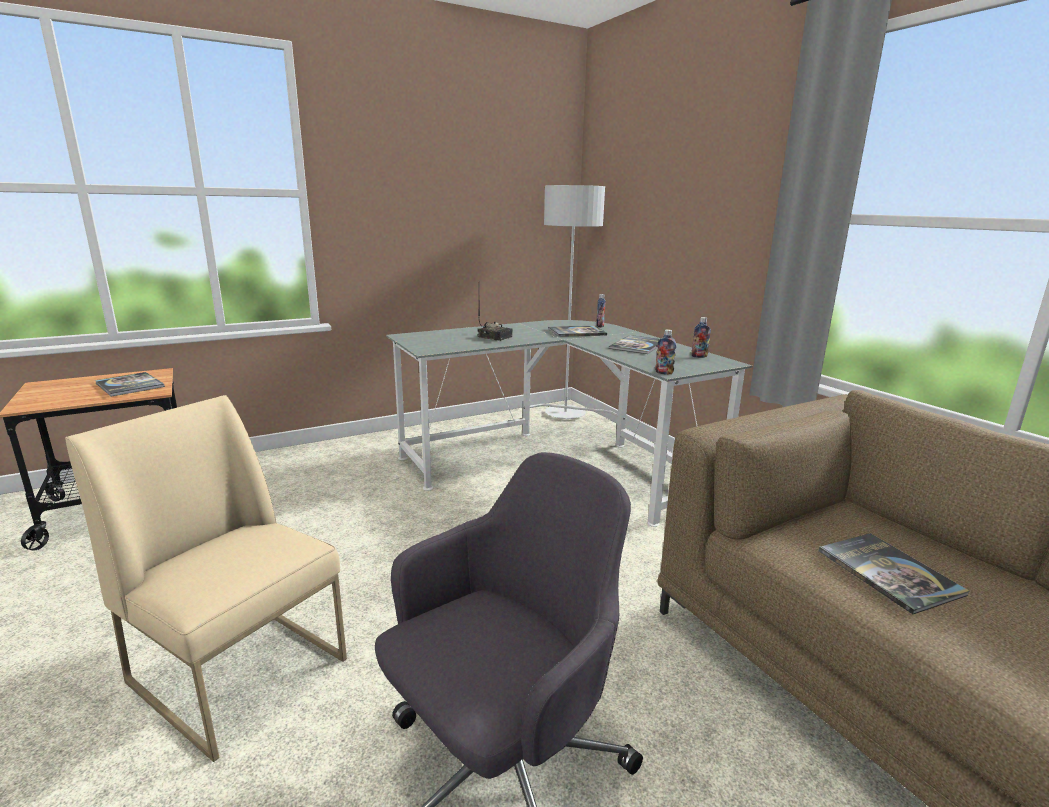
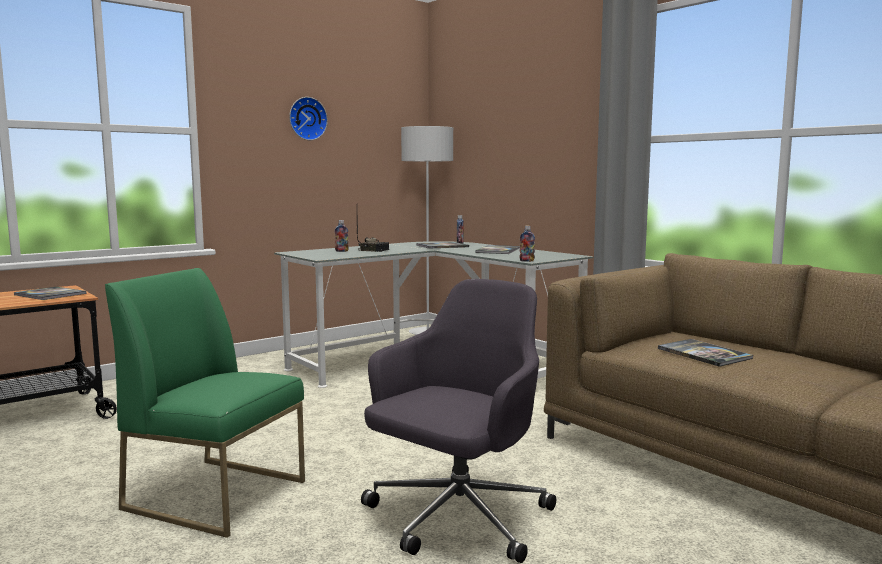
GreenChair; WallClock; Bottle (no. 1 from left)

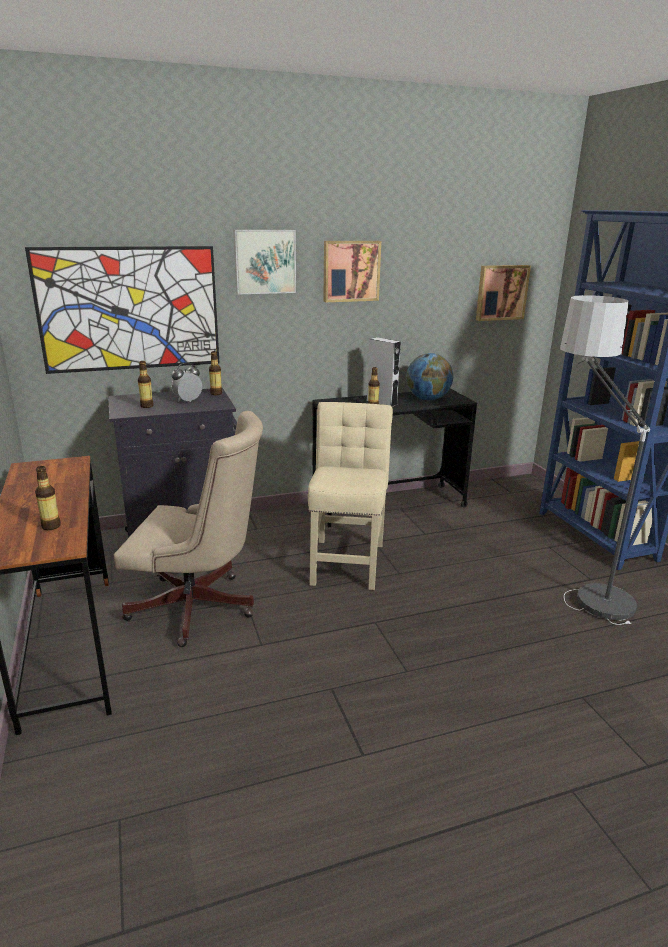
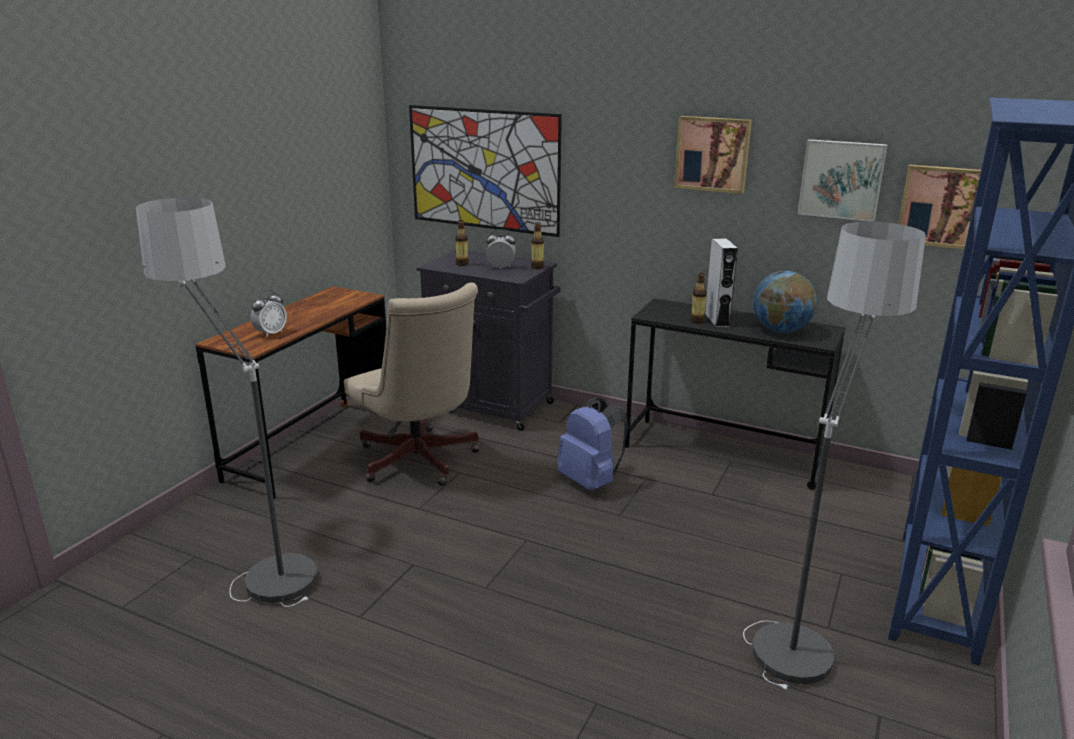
FloorLamp (no. 1 from left); AlarmClock (no. 1 from left); BlueBackpack; Picture (no. 3 from left)

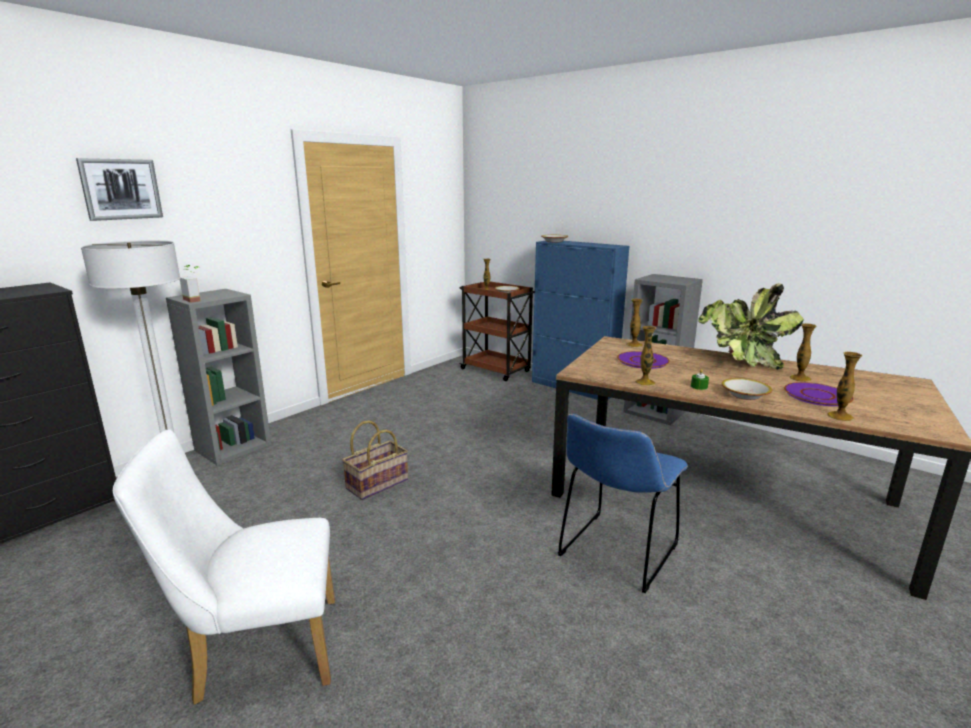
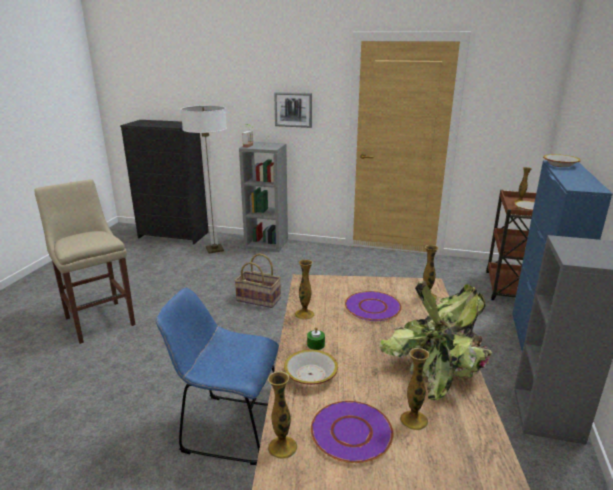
BeigeStool; Picture

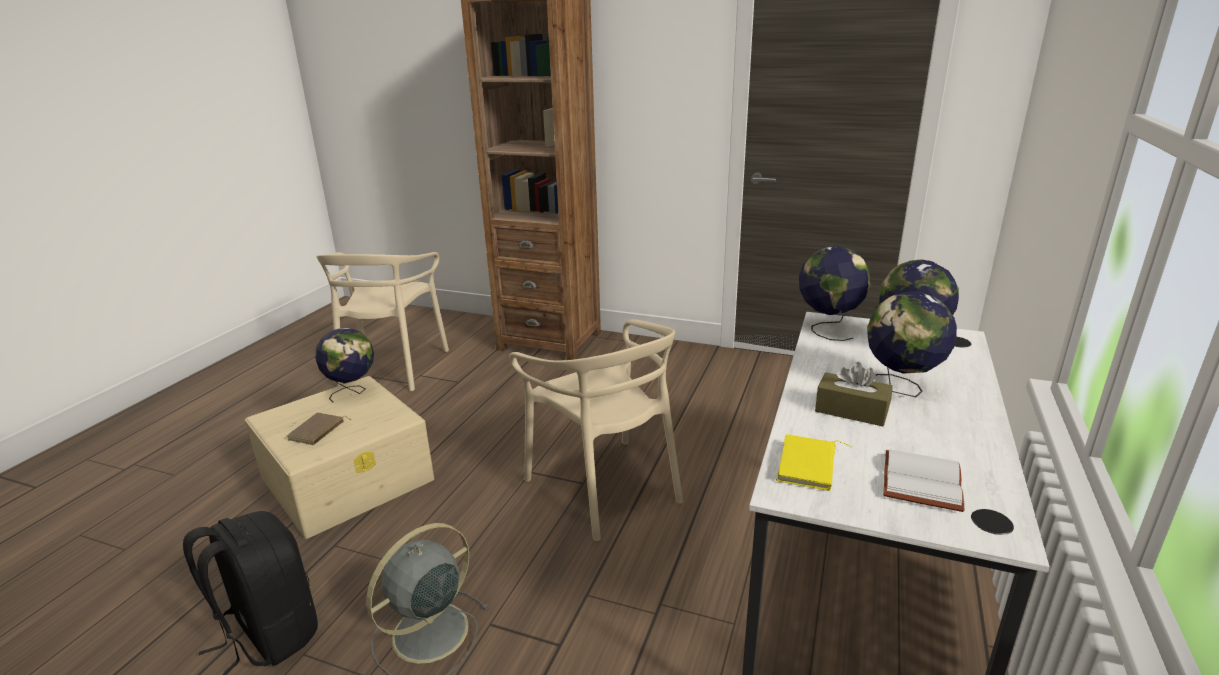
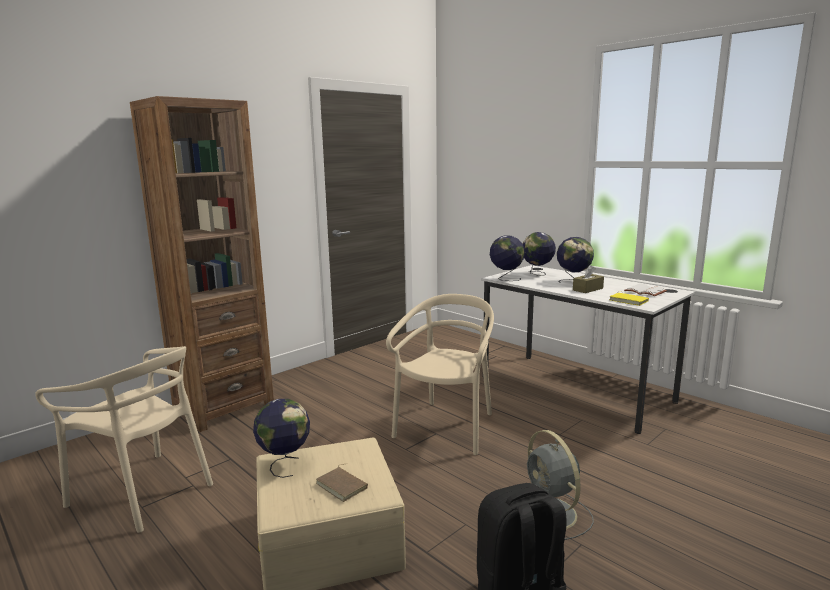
BeigeChair (no. 2 from left)

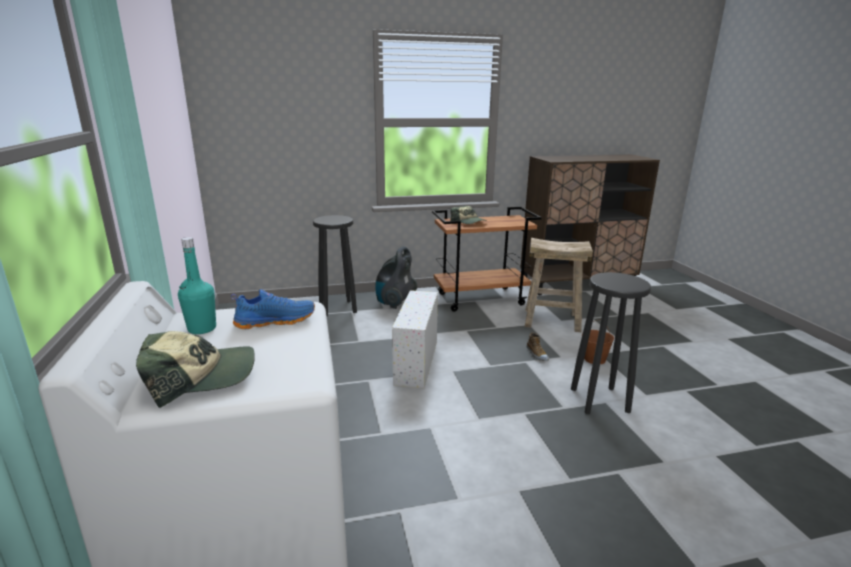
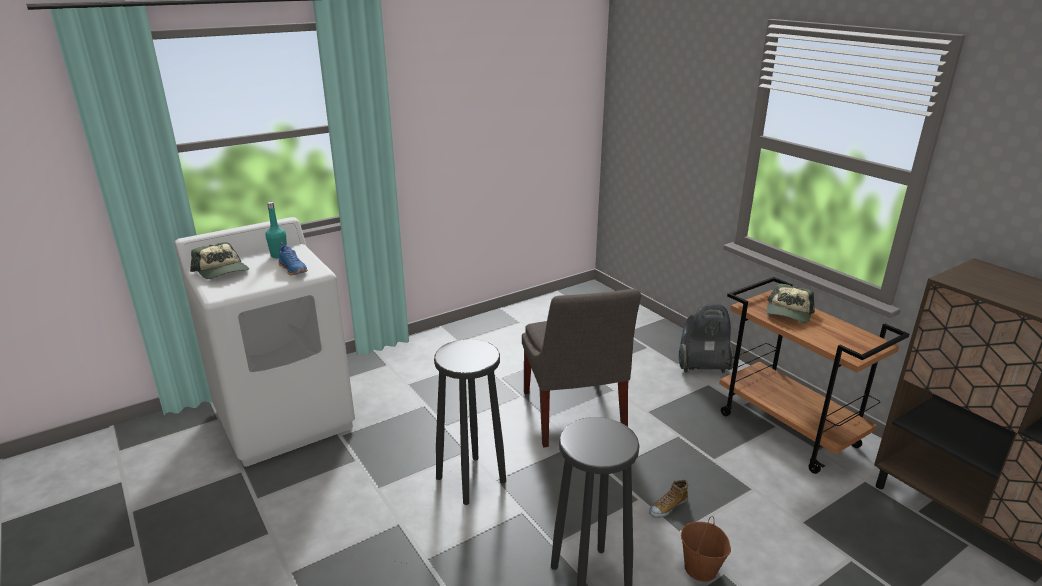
BlackStool (no. 1 from left); GreyChair; BeigeStool

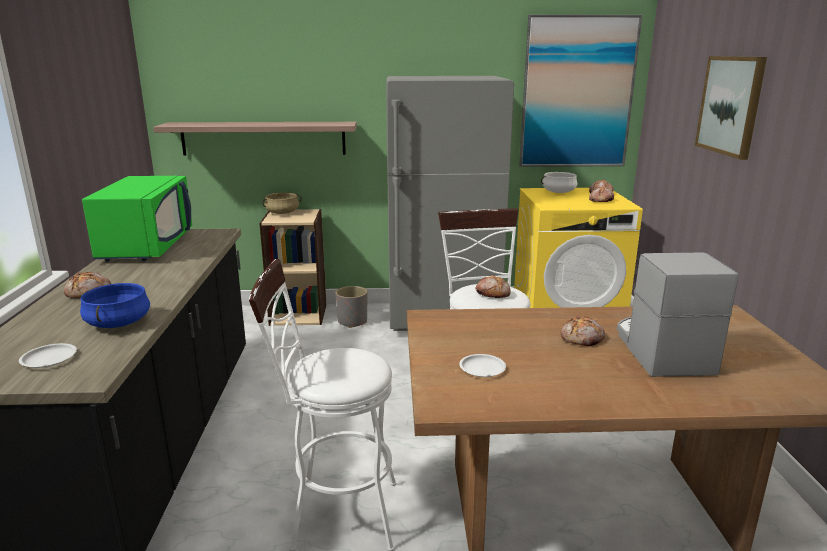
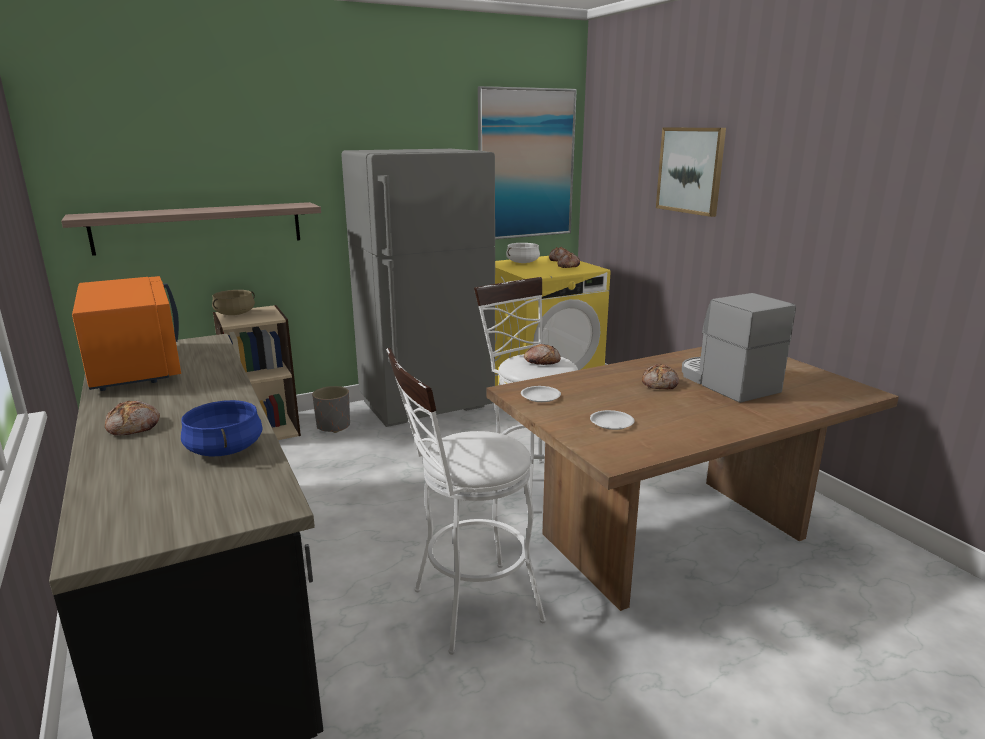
OrangeMicrowave; WhitePlate (no. 1 from left)

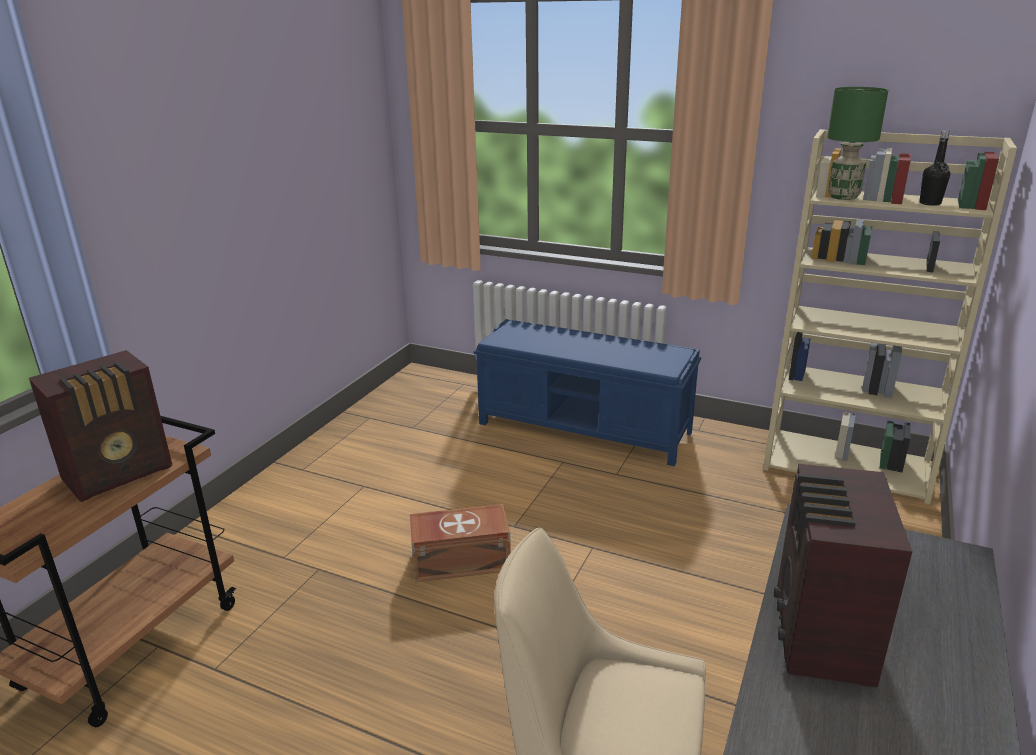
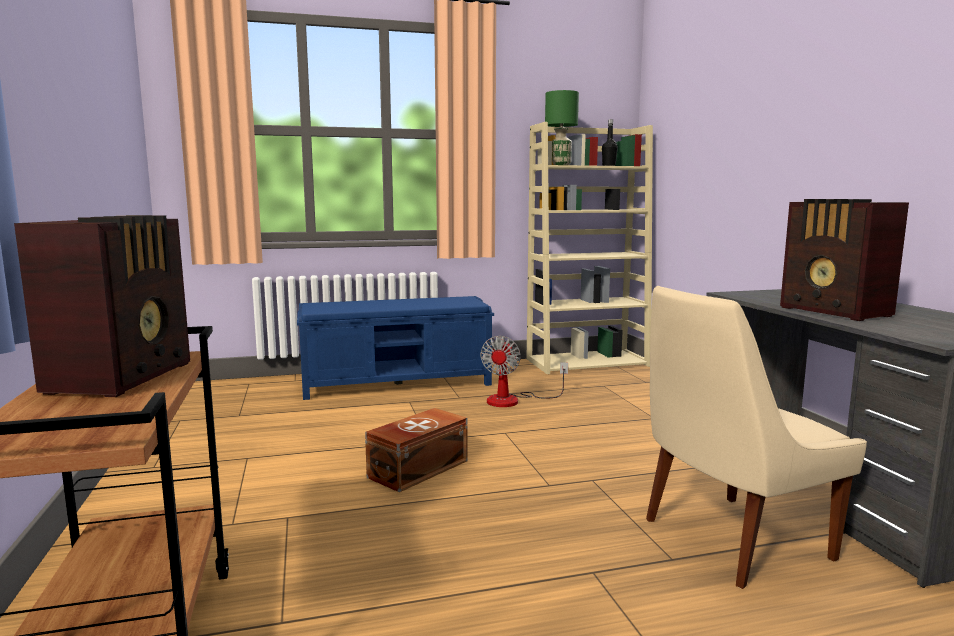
Fan

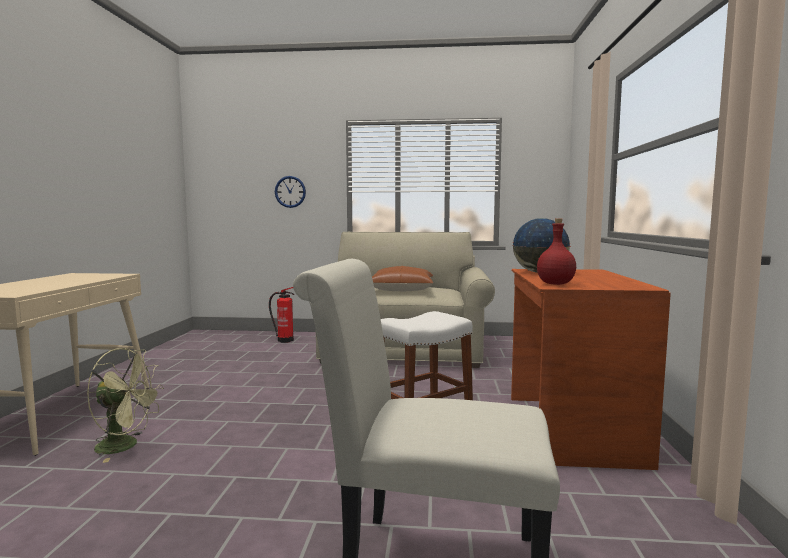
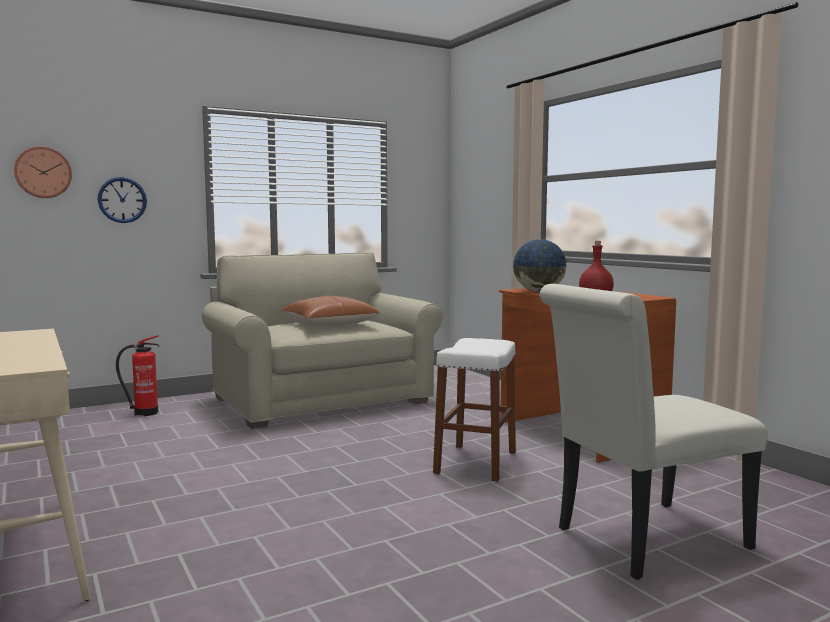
WallClock (no. 1 from left); GreenFan

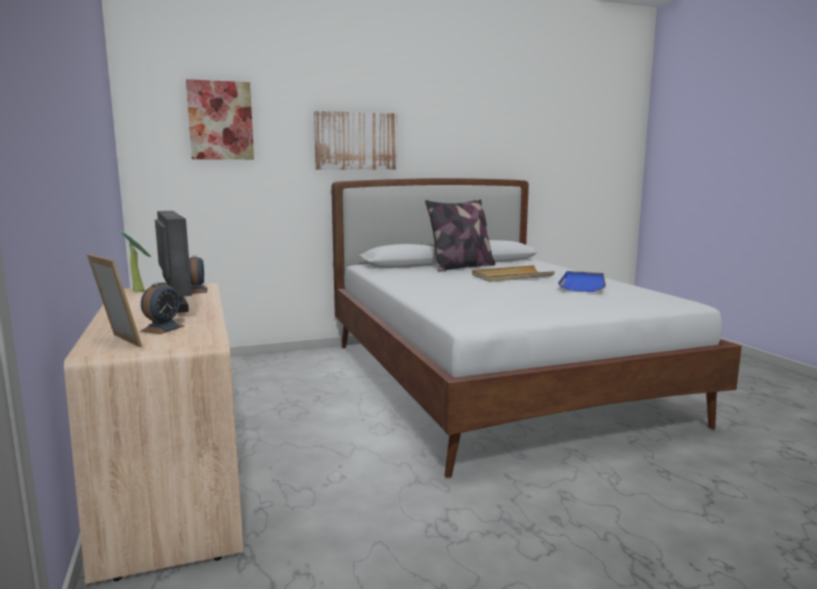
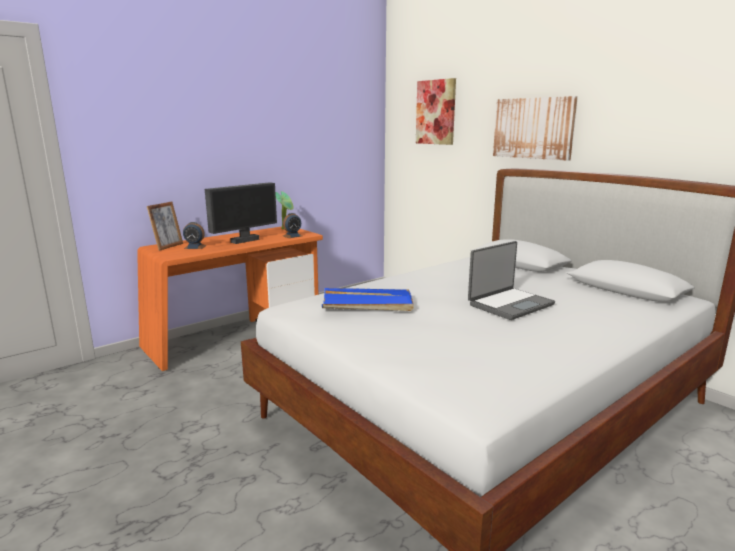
OrangeDesk; BlueTray; Laptop; Pillow

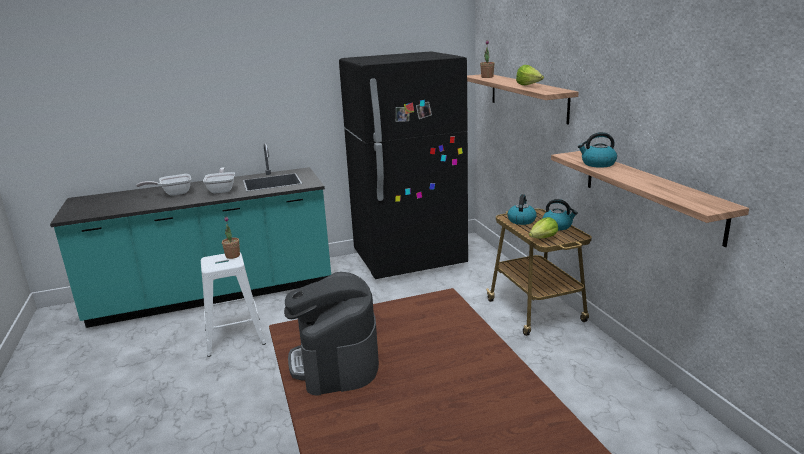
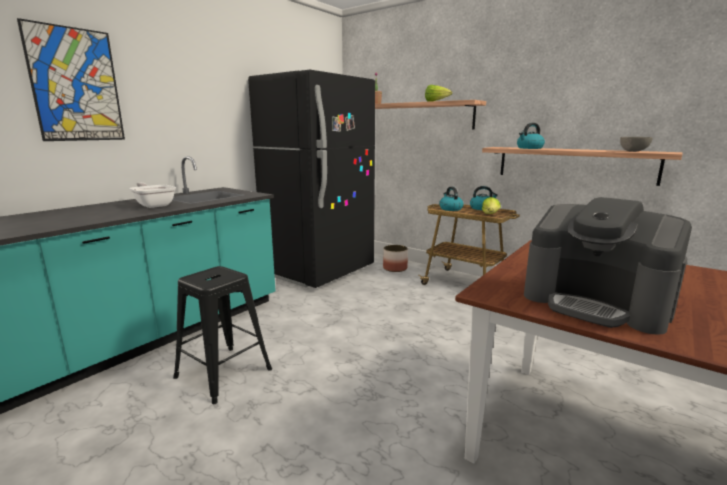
Picture; BlackStool; Planter; GreyBowl; FryingPan (no. 1 from left in the first image); PottedPlant (no. 1 from left in the first image)

